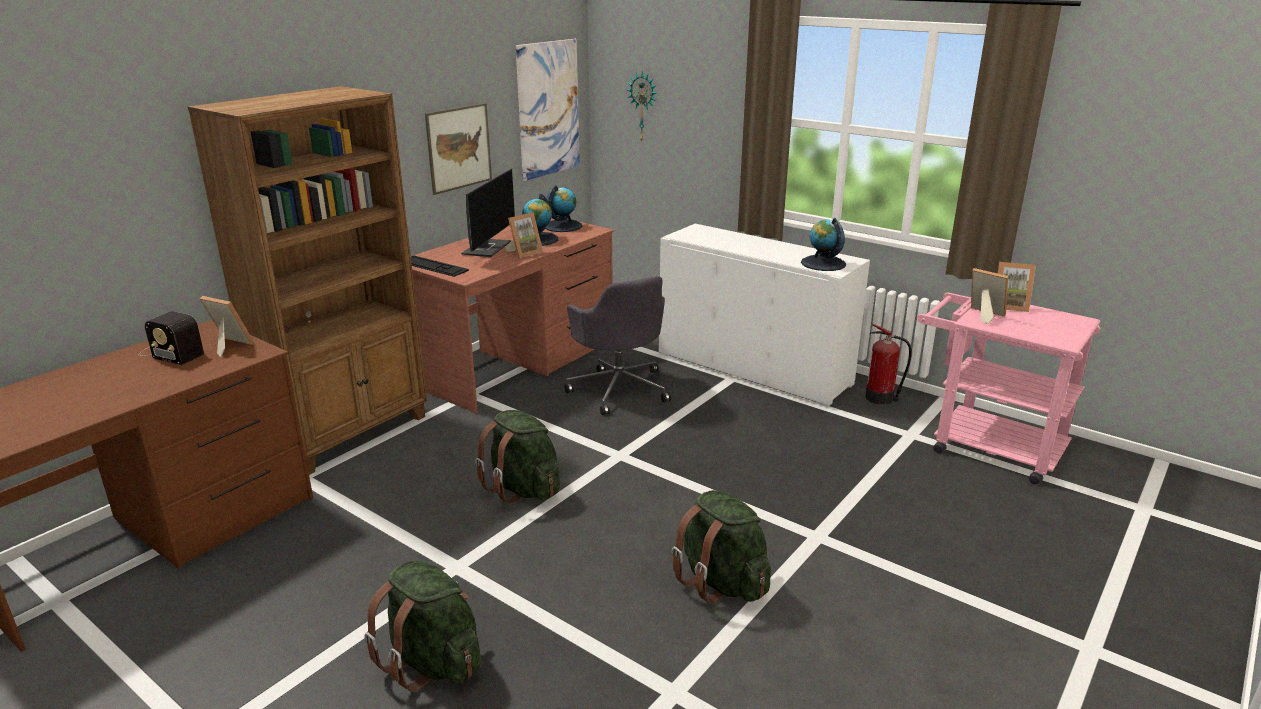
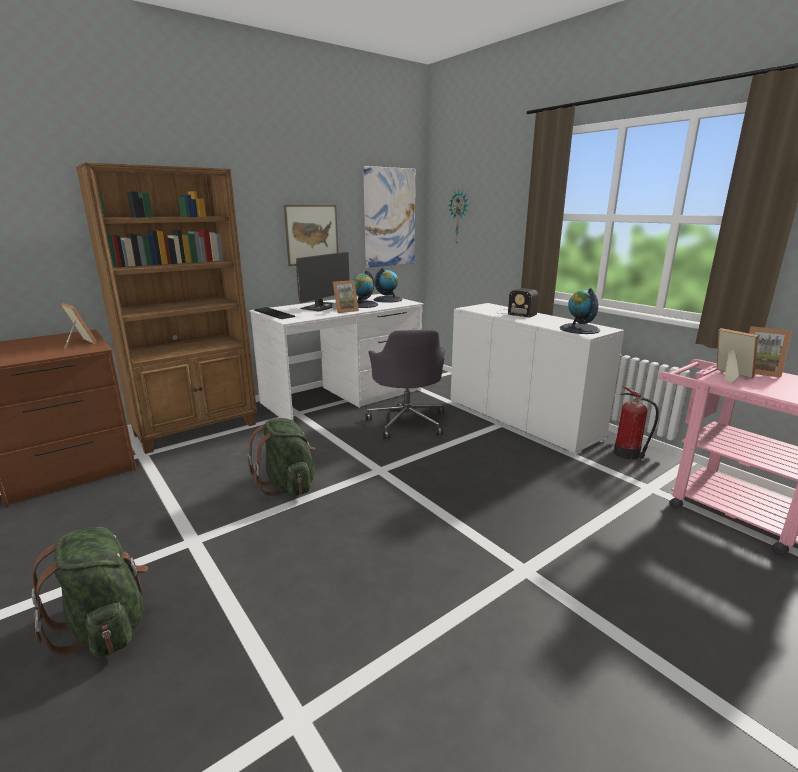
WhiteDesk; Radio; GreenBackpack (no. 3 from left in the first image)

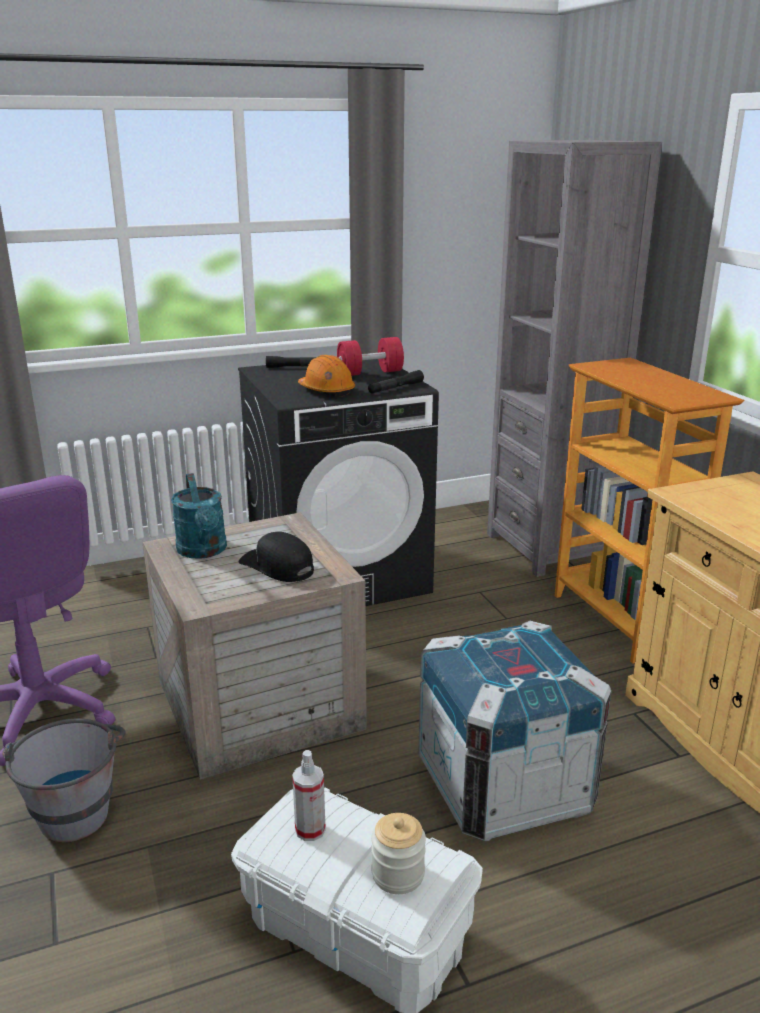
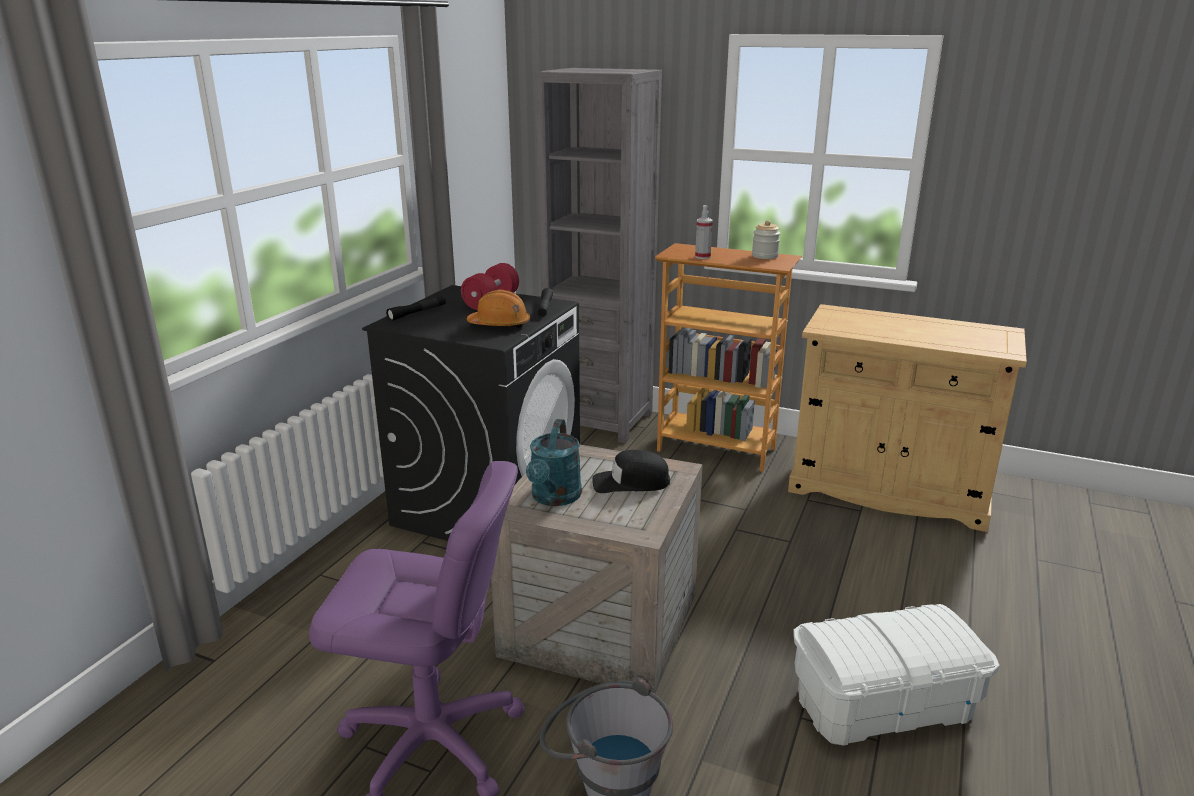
TurquoiseWateringCan; SprayBottle; Jar; Crate (no. 2 from left in the first image)

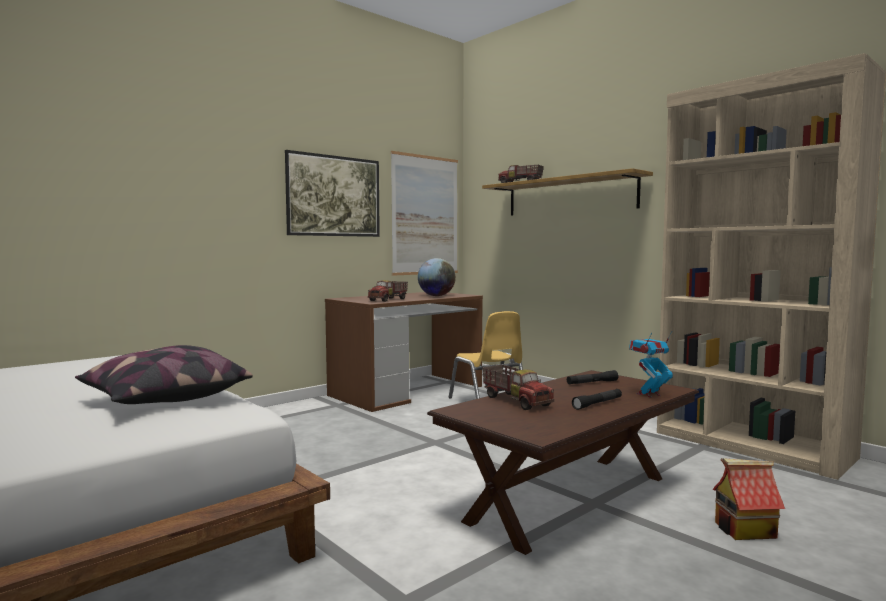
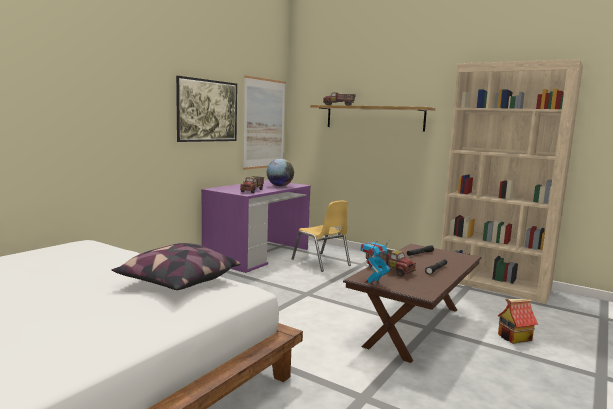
PurpleDesk; ToyRobot

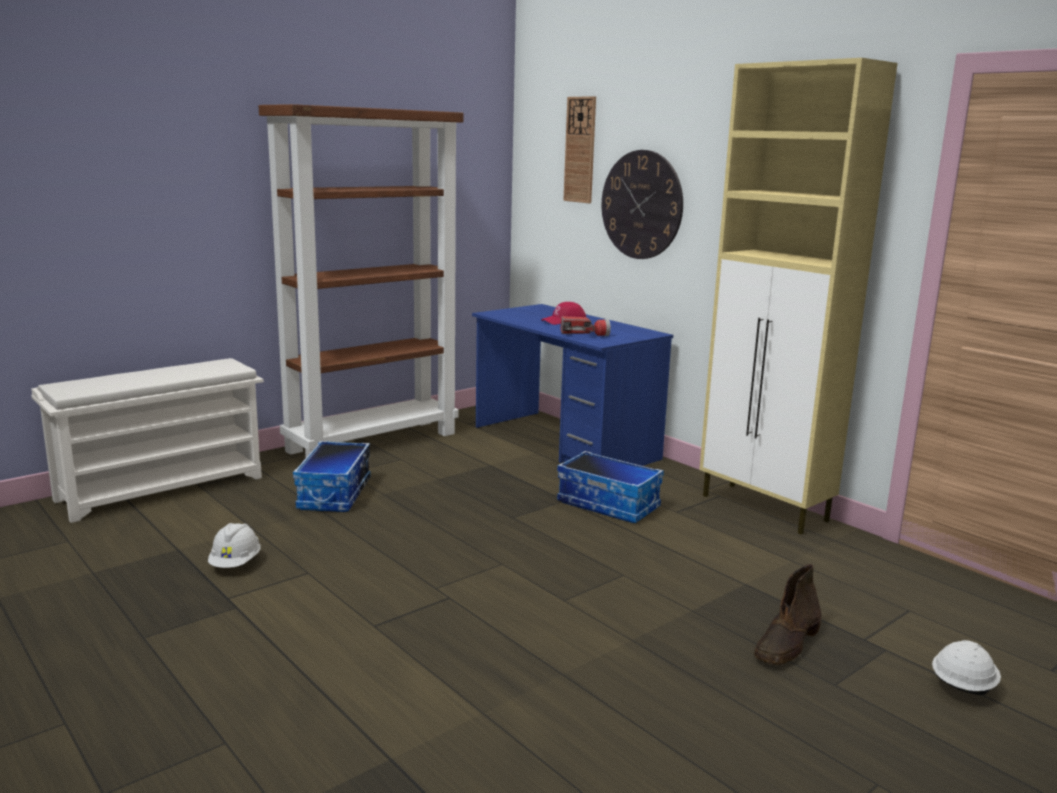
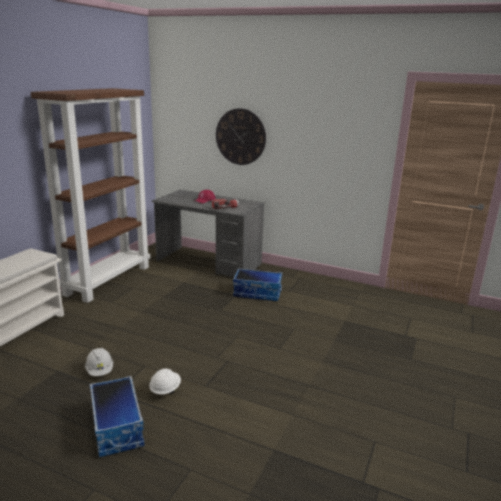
StorageBox (no. 1 from left); WhiteHardHat (no. 2 from left); GreyDesk; WallClock (no. 1 from left in the first image); BeigeCabinet; BrownBoot

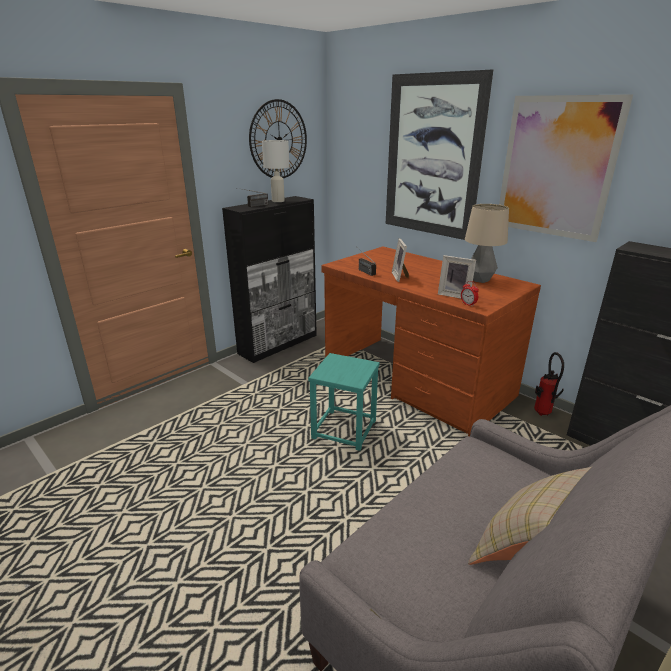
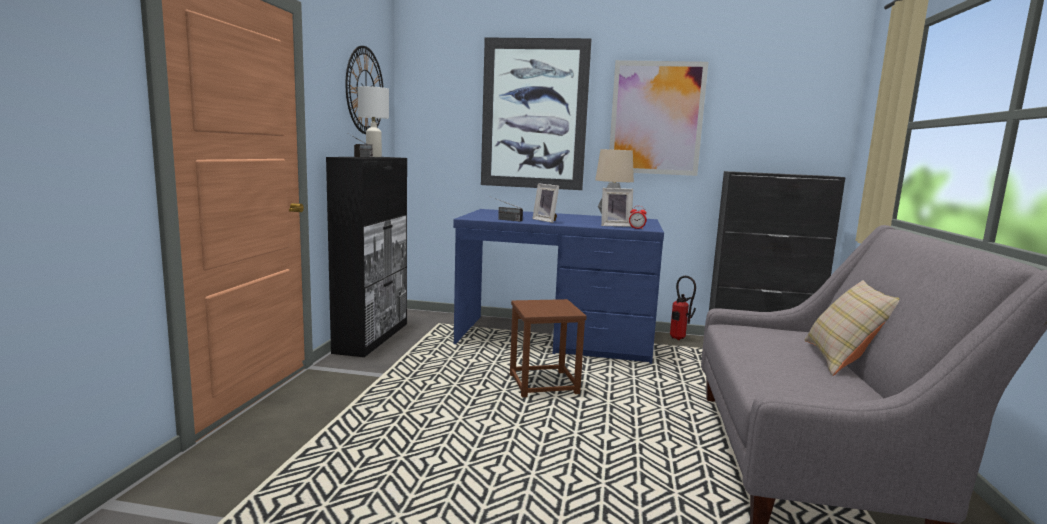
BlueDesk; BrownStool

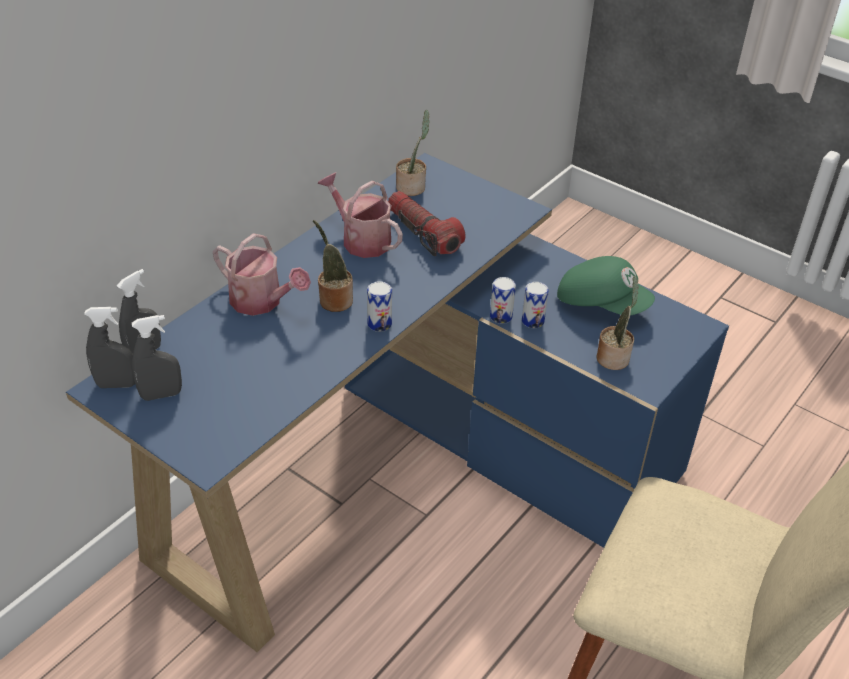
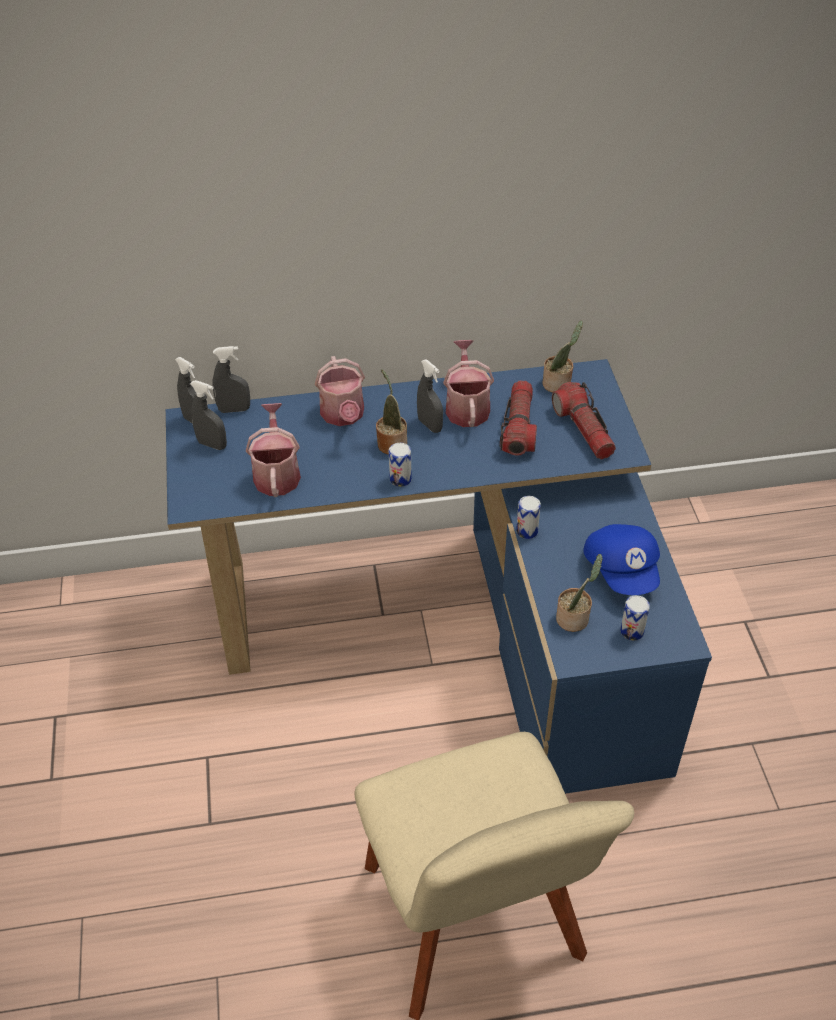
WateringCan (no. 1 from left); GreySprayBottle (no. 4 from left); Flashlight (no. 2 from left); BlueCap; Can (no. 3 from left)

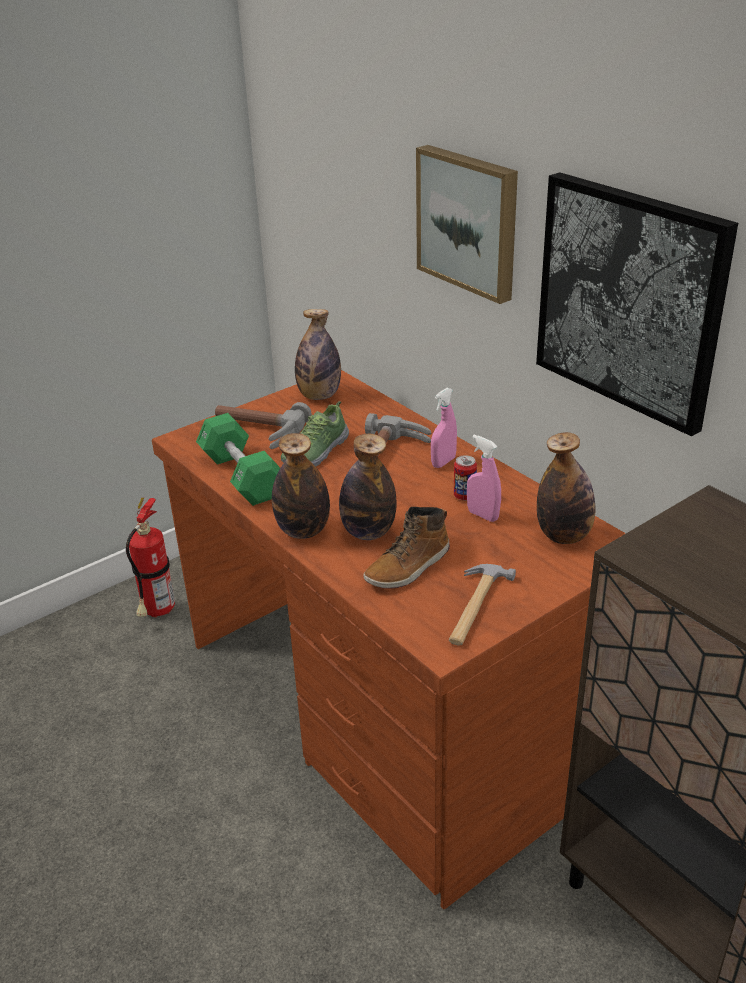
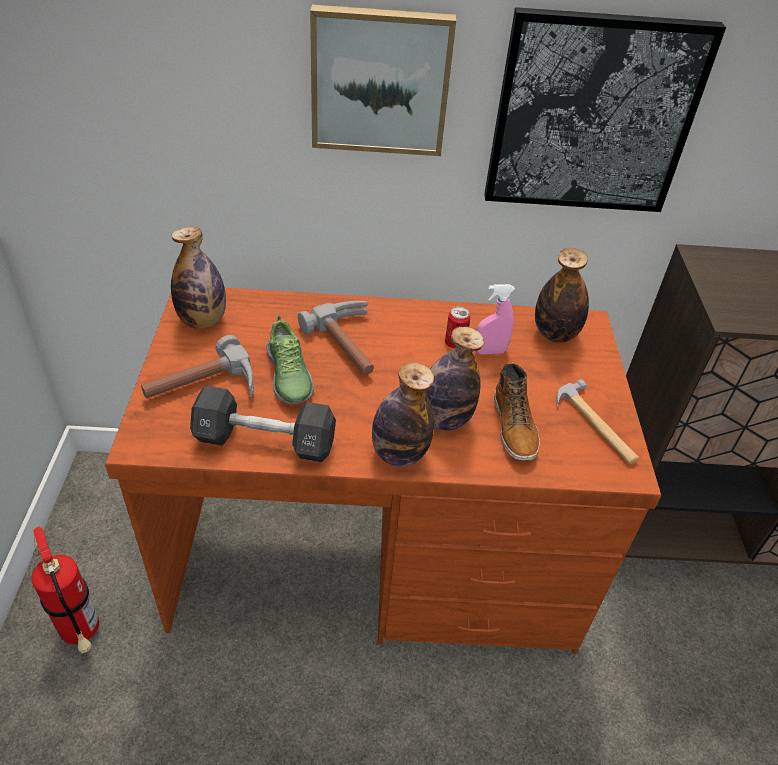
BlackDumbbell; PinkSprayBottle (no. 1 from left in the first image)

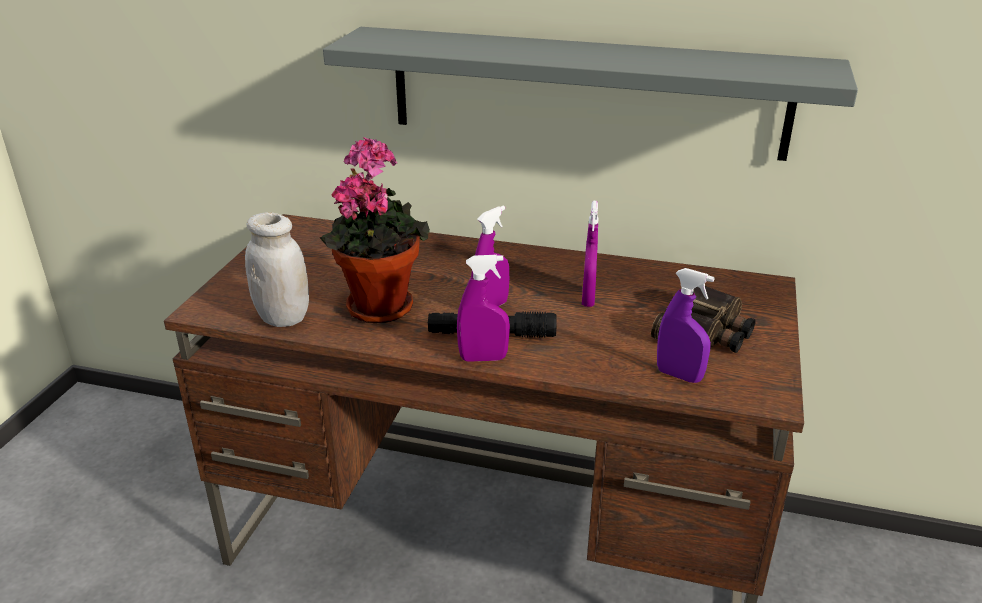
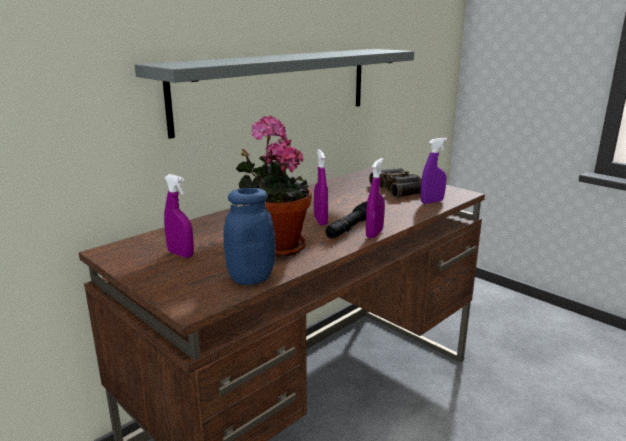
PurpleSprayBottle (no. 1 from left); BlueJar

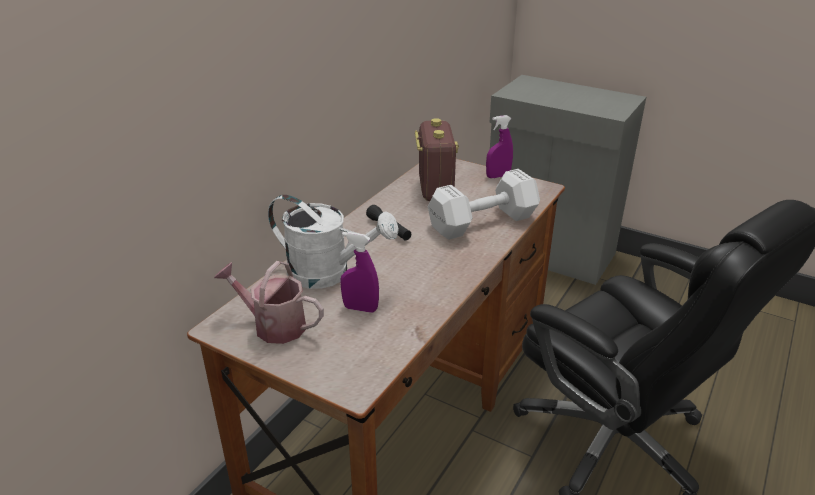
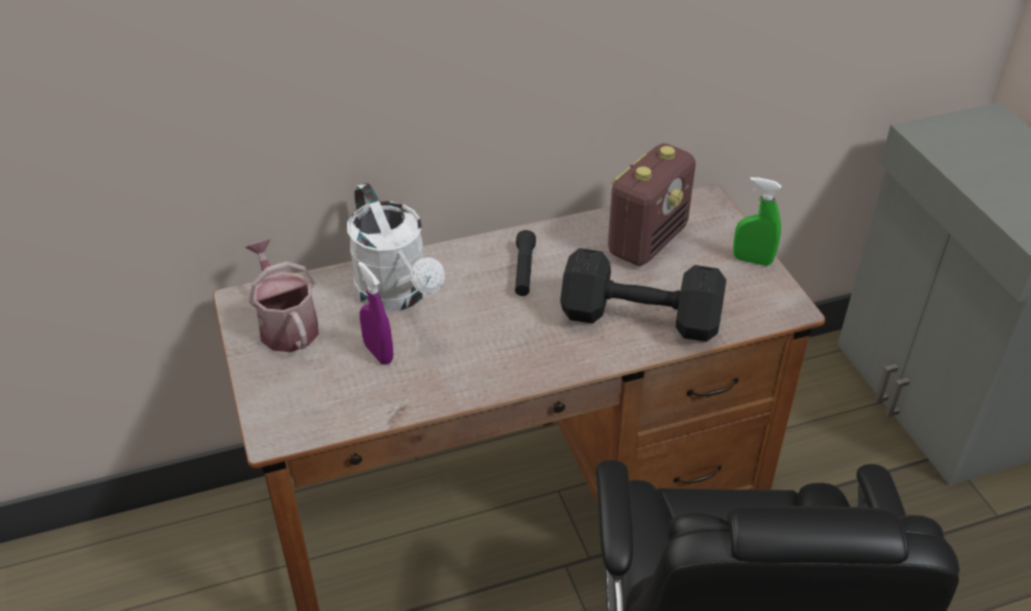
BlackDumbbell; GreenSprayBottle

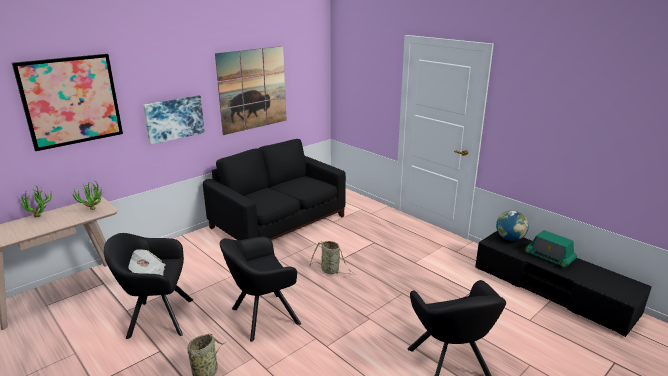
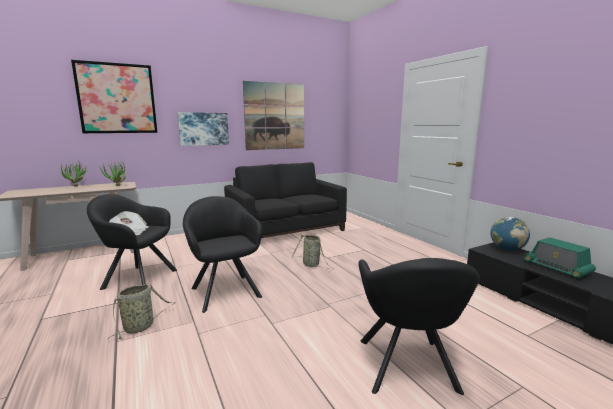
BlackArmchair (no. 2 from left)

